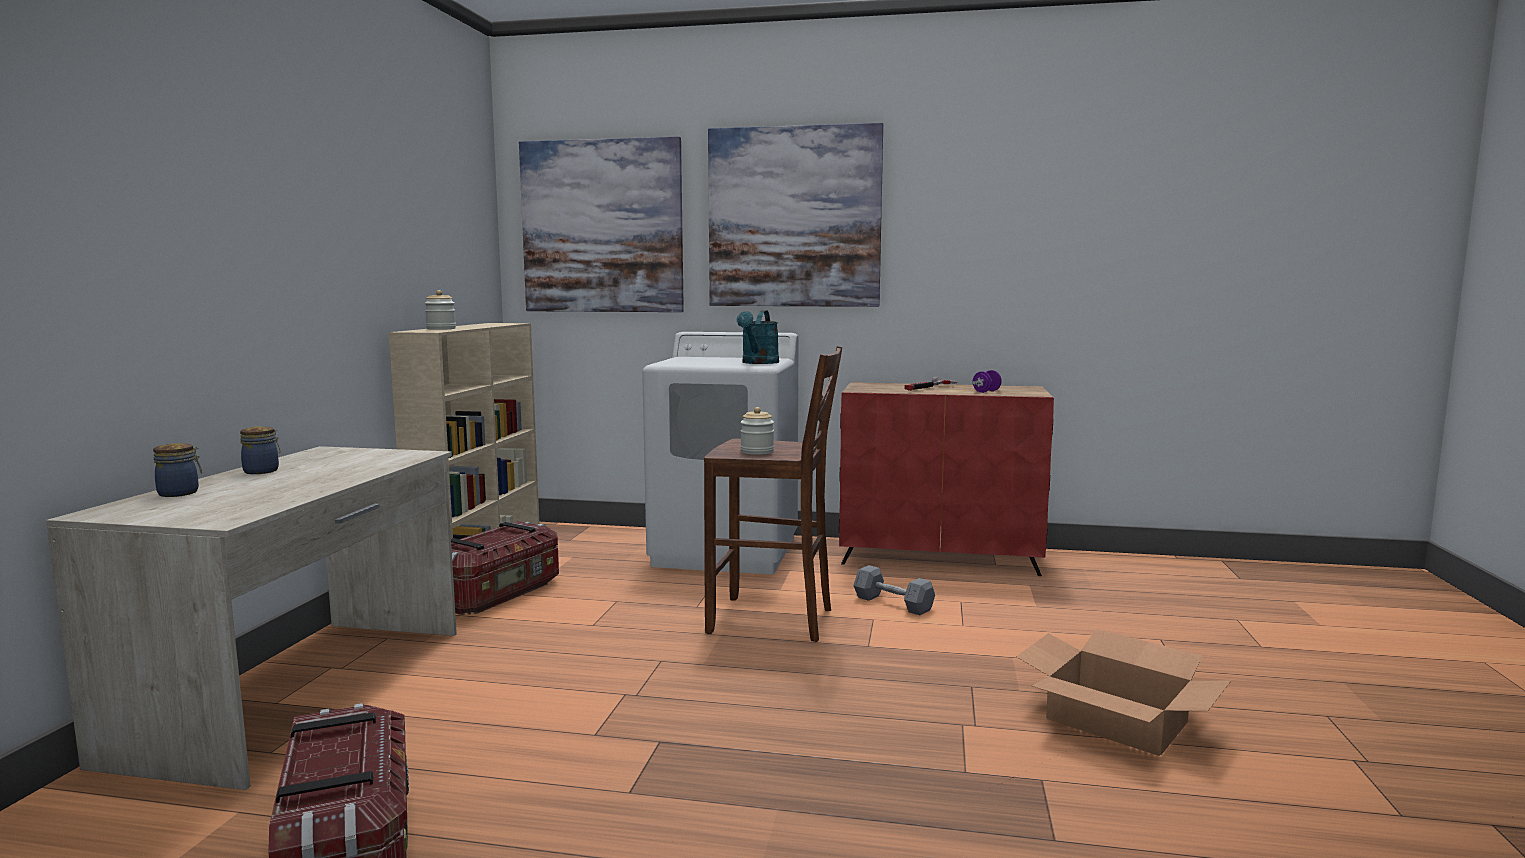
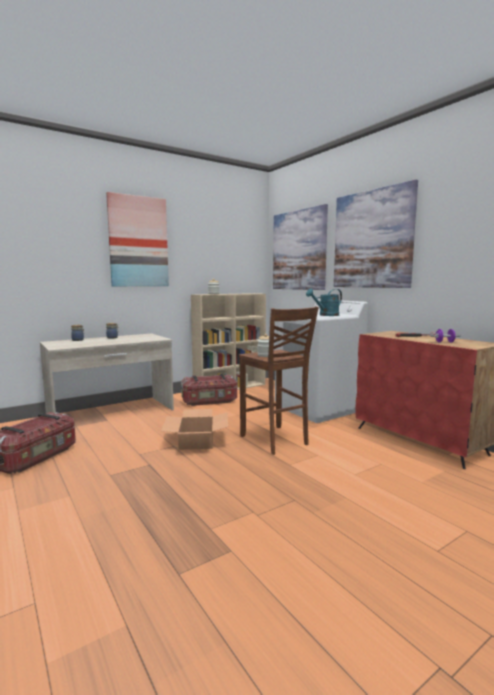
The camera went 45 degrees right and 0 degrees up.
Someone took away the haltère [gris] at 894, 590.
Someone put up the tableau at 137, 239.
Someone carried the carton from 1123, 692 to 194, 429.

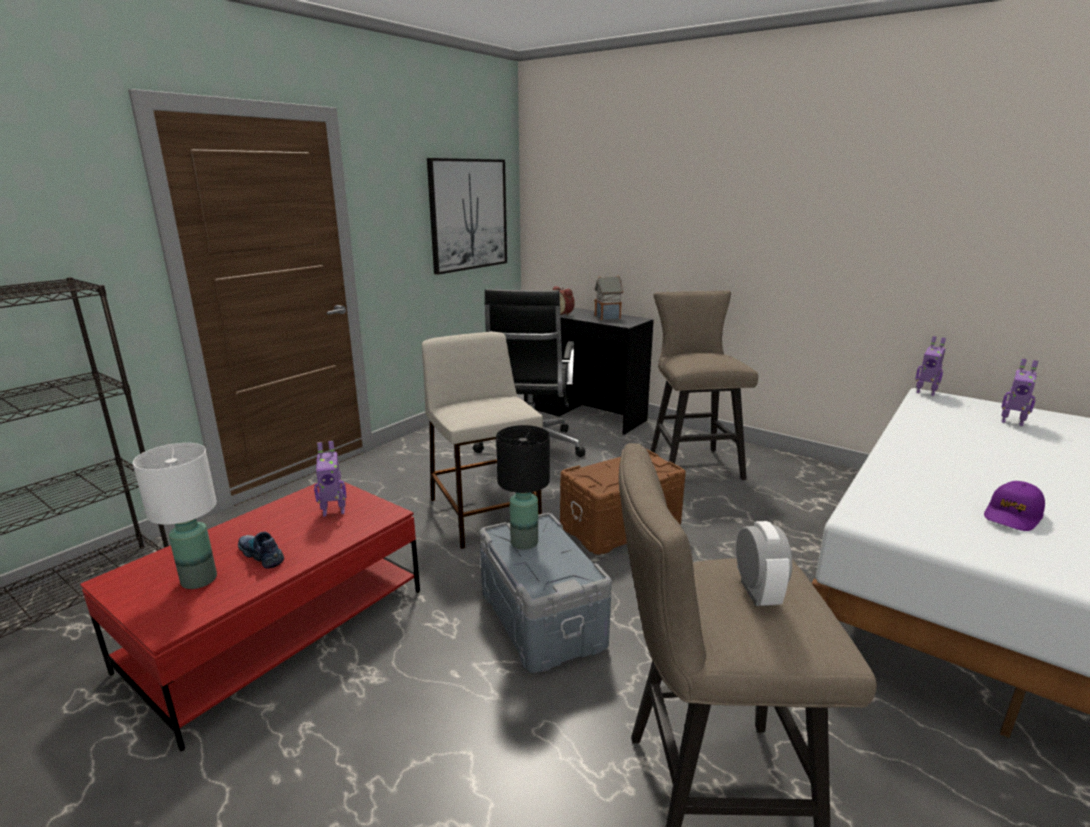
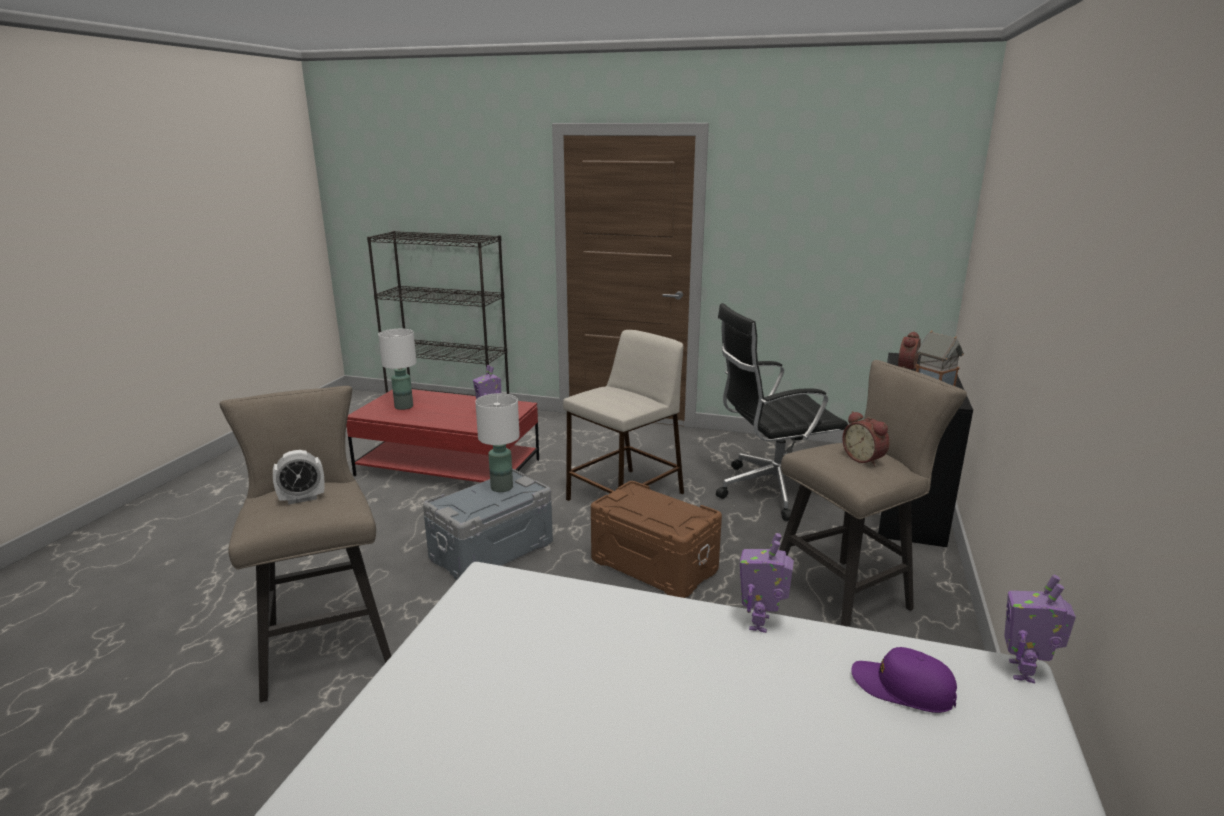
The camera went 70 degrees right and 0 degrees up.
Someone took away the chaussure at 261, 550.
Someone took away the tableau at 467, 216.
Someone put down the réveil at 866, 438.
Someone carried the casquette [violet] from 1014, 506 to 904, 680.
Someone carried the robot jouet from 1019, 392 to 767, 583.
Someone repainted the lampe de table [noir] at 523, 487, which became the lampe de table [blanc] at 497, 442.

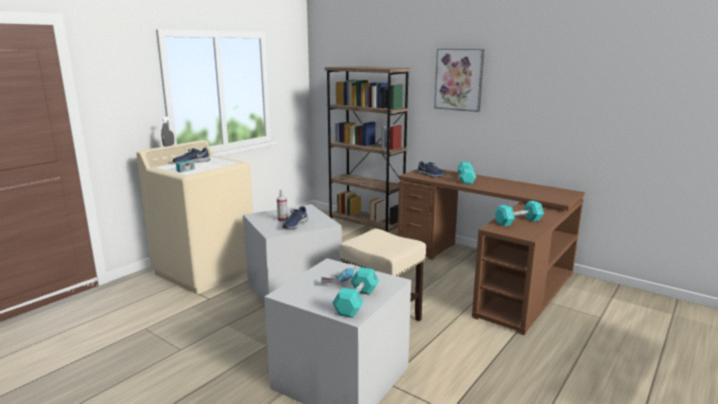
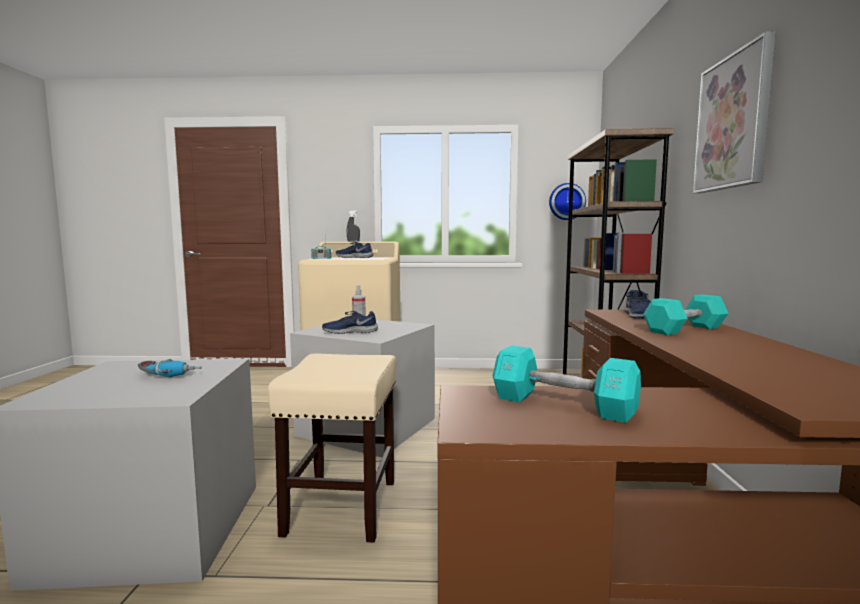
The camera went 55 degrees right and 10 degrees down.
Someone took away the haltère [turquoise] at 355, 292.
Someone put up the horloge murale at 567, 201.

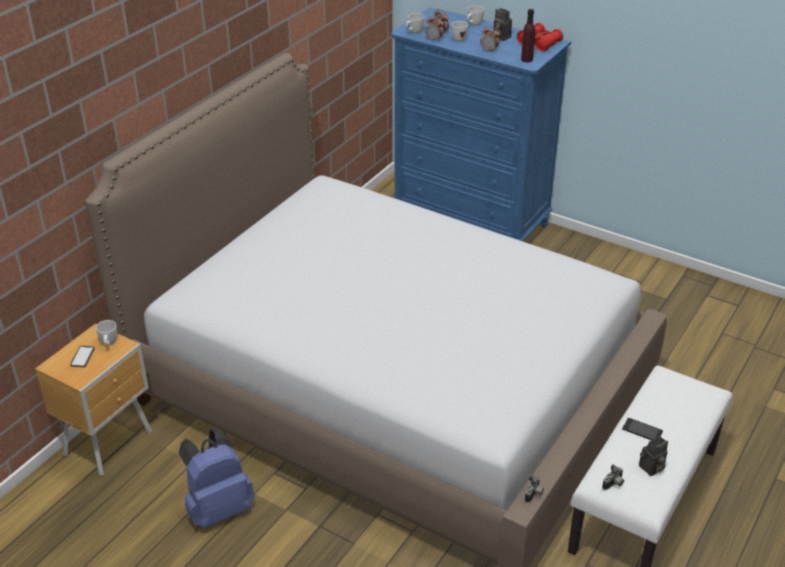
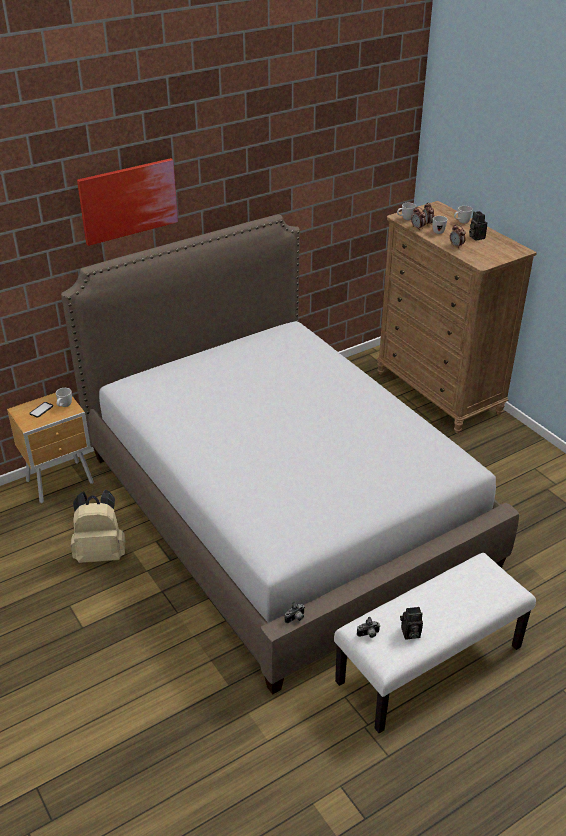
The camera went 25 degrees right and 0 degrees up.
Someone took away the jumelles [rouge] at 540, 37.
Someone took away the bouteille [violet] at 528, 35.
Someone took away the téléphone at 642, 429.
Someone put up the tableau at 127, 202.
Someone repainted the sac à dos [bleu] at 216, 478, which became the sac à dos [beige] at 98, 526.
Someone repainted the commode [bleu] at 481, 124, which became the commode [marron] at 457, 317.

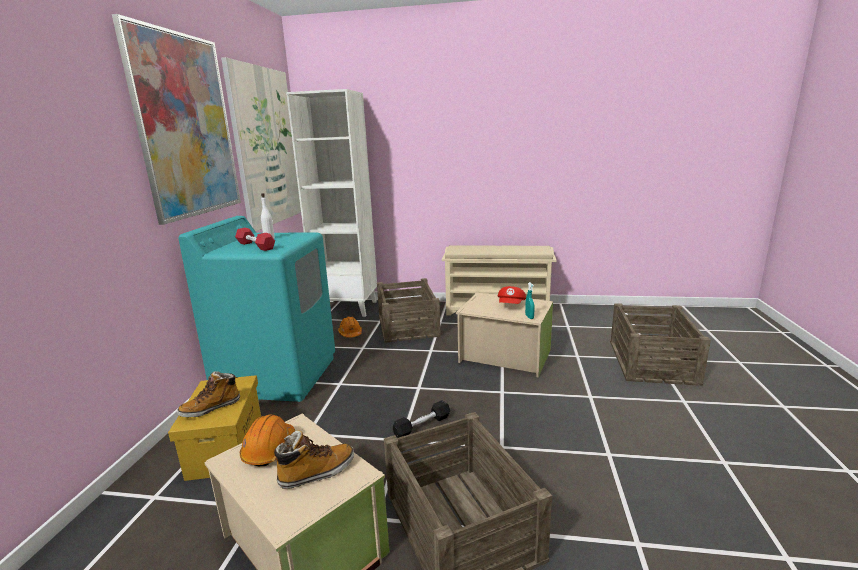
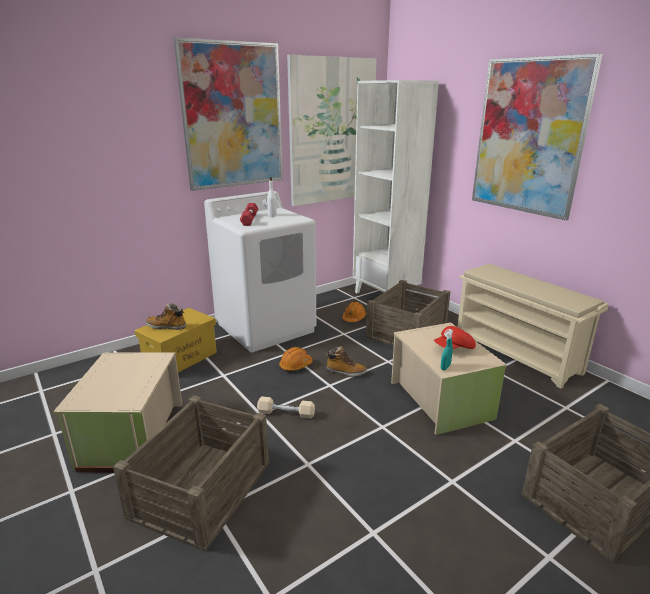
The camera went 45 degrees right and 5 degrees up.
Someone put up the tableau at 537, 137.
Someone carried the casque de chantier [orange] from 267, 440 to 296, 359.
Someone carried the botte from 313, 459 to 346, 362.
Someone repainted the lave-linge [turquoise] at 256, 309, which became the lave-linge [blanc] at 260, 271.
Someone repainted the haltère [noir] at 421, 419, which became the haltère [beige] at 286, 407.

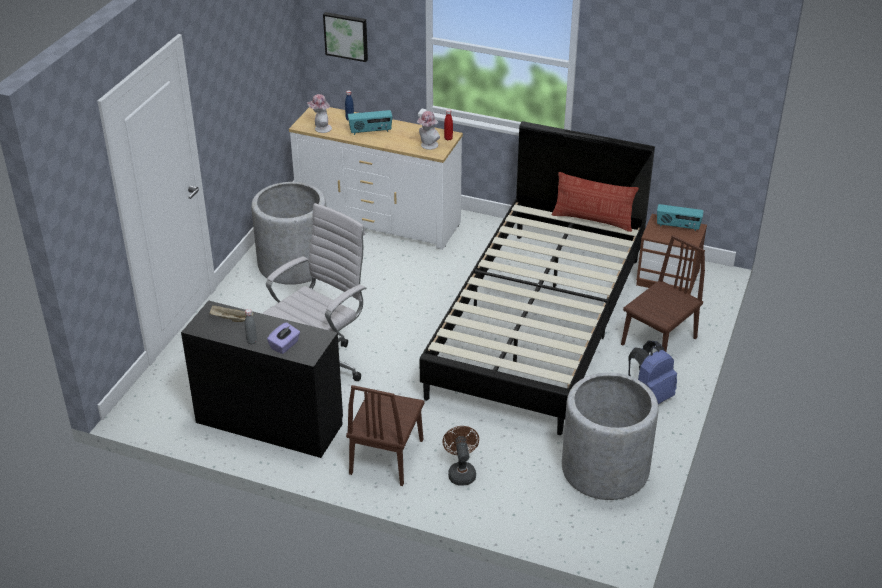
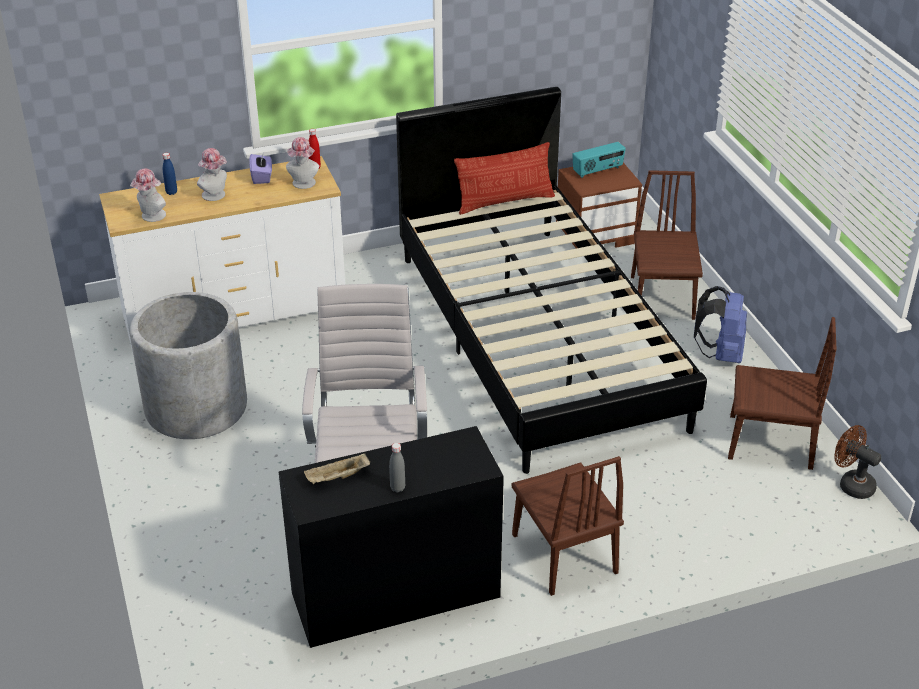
The camera went 40 degrees left and 0 degrees up.
Someone took away the tableau at 345, 37.
Someone carried the boîte à mouchoirs [violet] from 283, 338 to 260, 169.
Someone carried the ventilateur [marron] from 460, 456 to 857, 462.
Someone swapped the radio at 370, 122 for the chapeau at 212, 174.
Someone swapped the cache-pot [gris] at 610, 436 for the chaise [marron] at 782, 393.

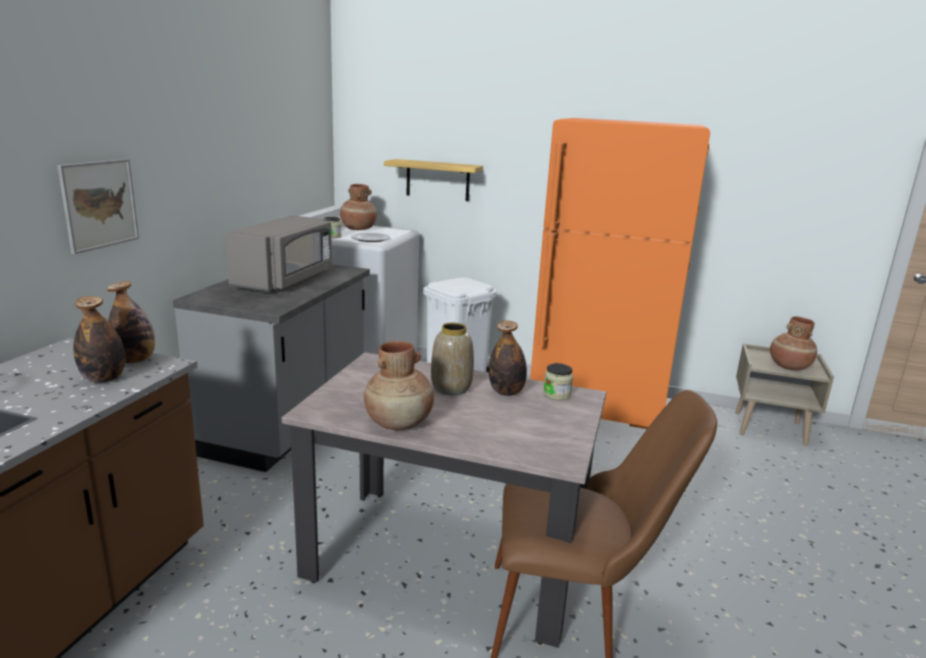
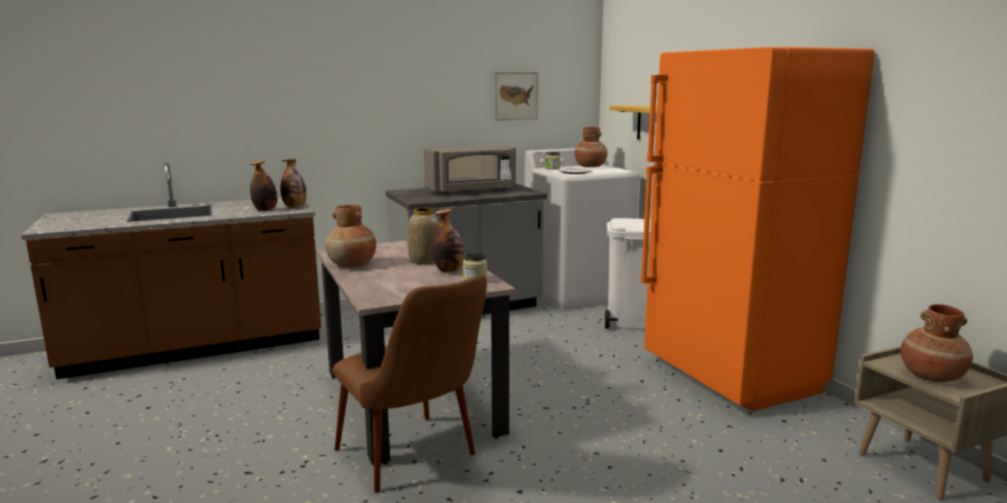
The camera went 50 degrees right and 5 degrees down.
Someone carried the tableau from 98, 206 to 516, 96.

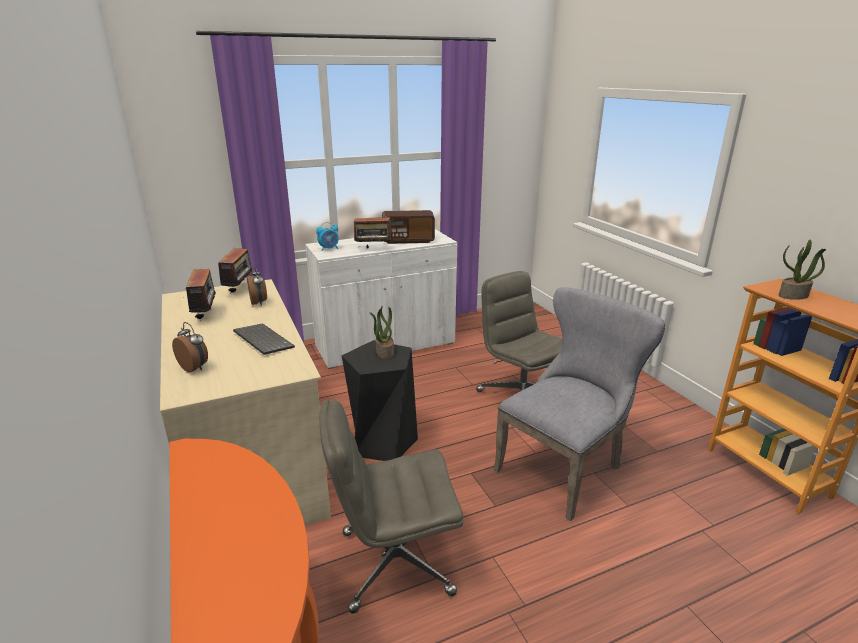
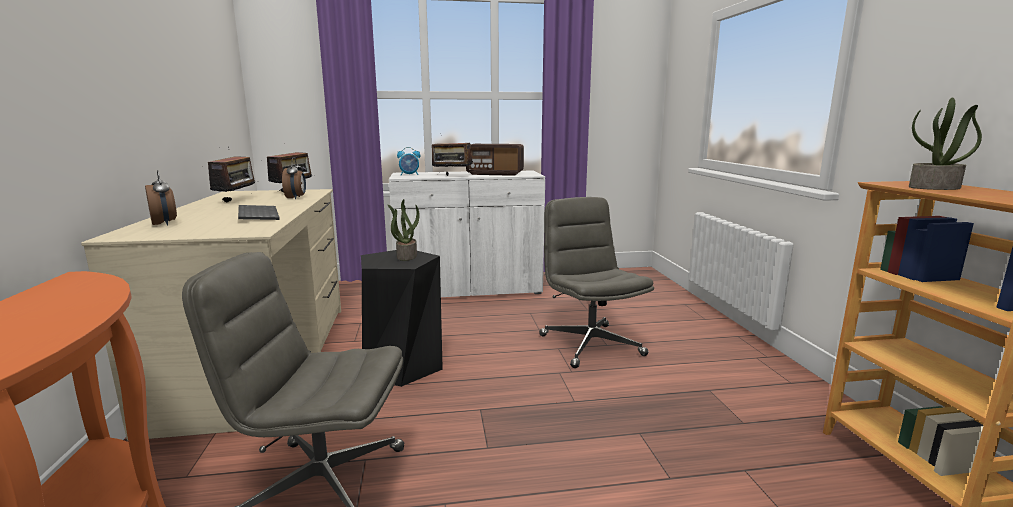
The camera went 15 degrees right and 10 degrees down.
Someone took away the chaise [gris] at 579, 404.

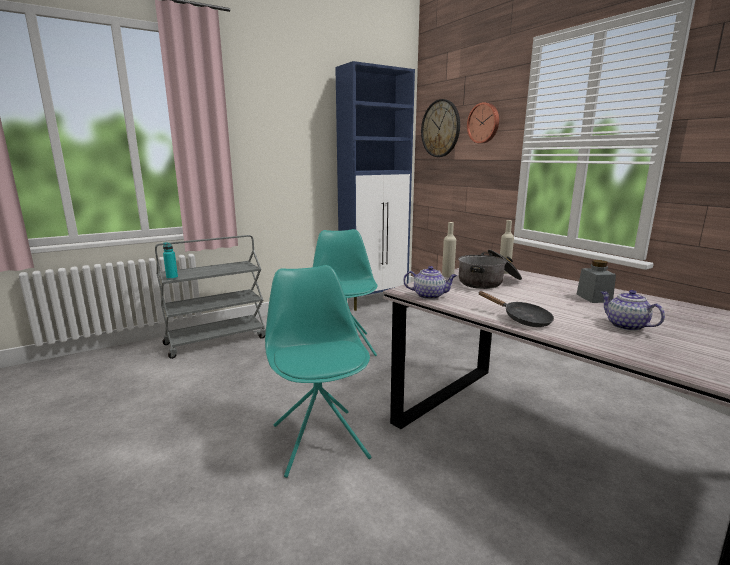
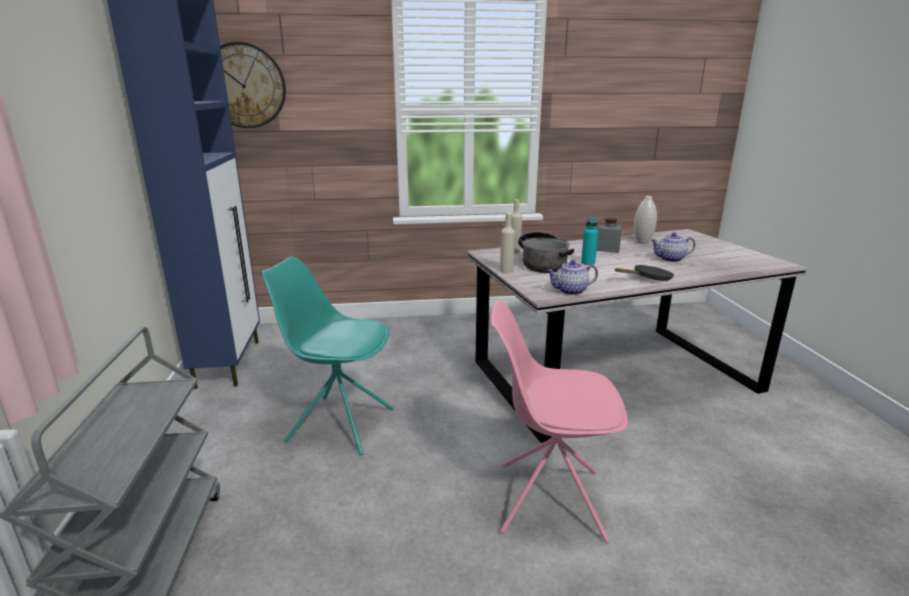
The camera went 65 degrees left and 5 degrees up.
Someone took away the horloge murale at 483, 122.
Someone put down the vase [blanc] at 645, 220.
Someone carried the bouteille [turquoise] from 170, 261 to 589, 241.
Someone repainted the chaise [turquoise] at 318, 371, which became the chaise [rose] at 559, 422.
Someone rotated the théière at 430, 282 by 135 degrees counterclockwise.

